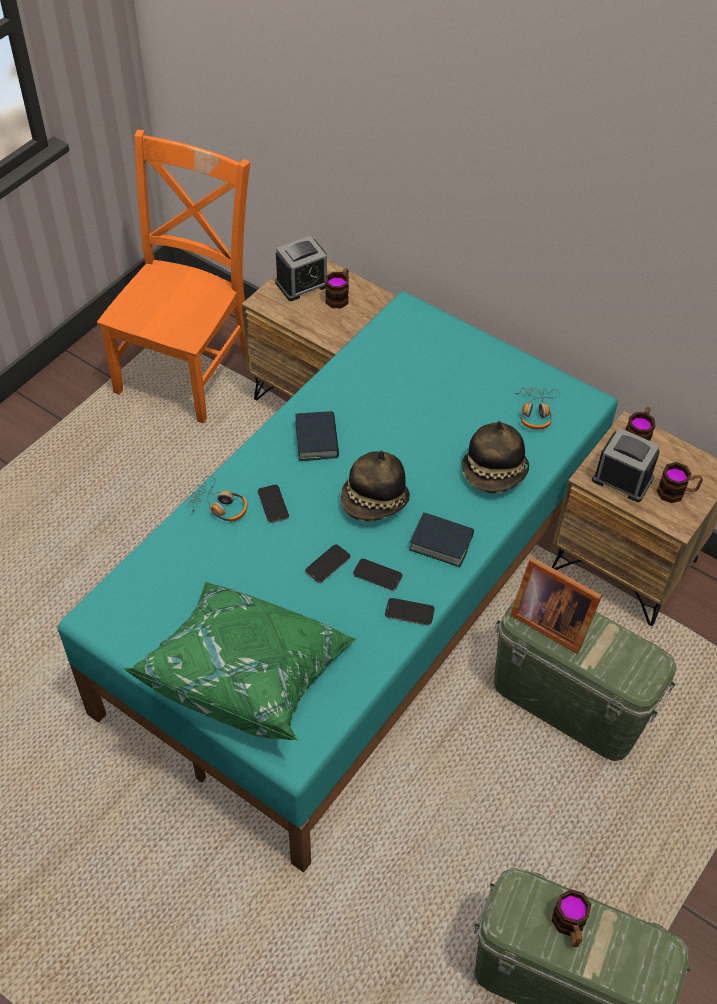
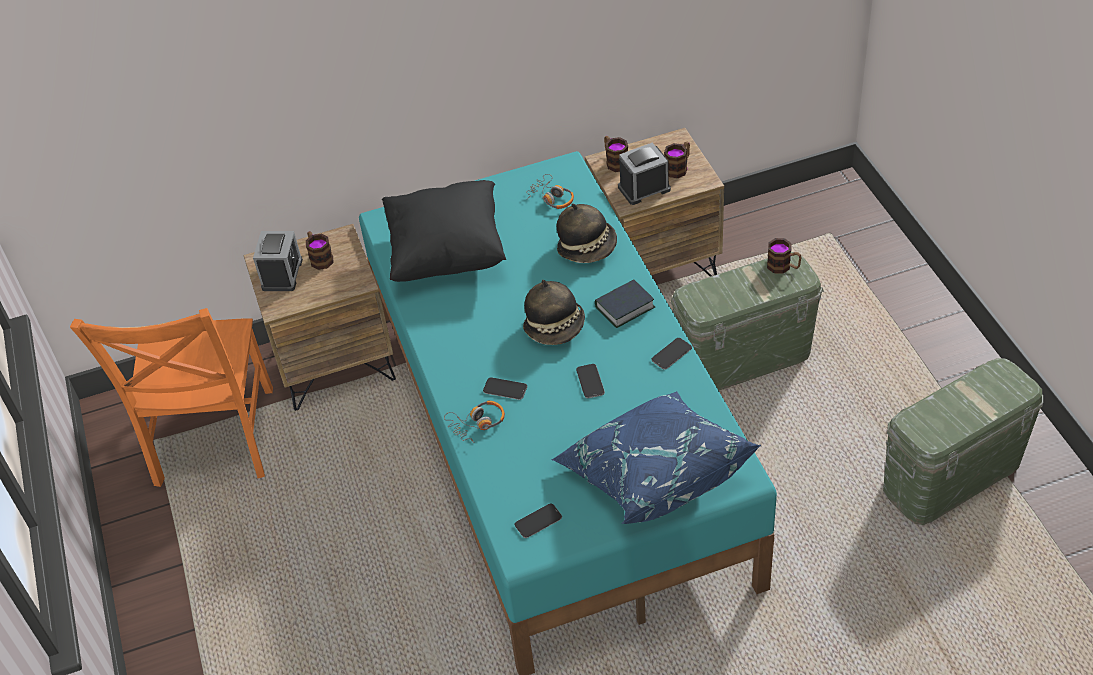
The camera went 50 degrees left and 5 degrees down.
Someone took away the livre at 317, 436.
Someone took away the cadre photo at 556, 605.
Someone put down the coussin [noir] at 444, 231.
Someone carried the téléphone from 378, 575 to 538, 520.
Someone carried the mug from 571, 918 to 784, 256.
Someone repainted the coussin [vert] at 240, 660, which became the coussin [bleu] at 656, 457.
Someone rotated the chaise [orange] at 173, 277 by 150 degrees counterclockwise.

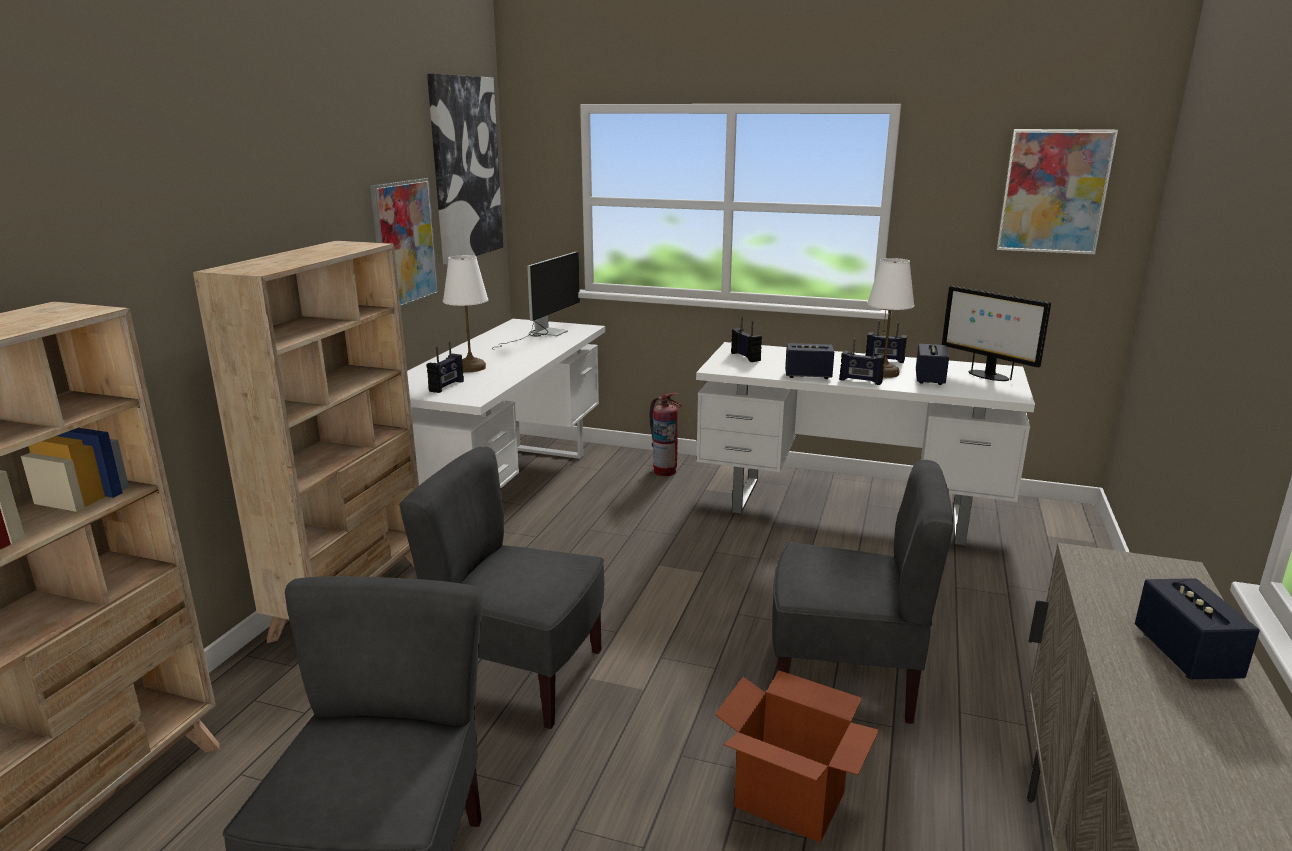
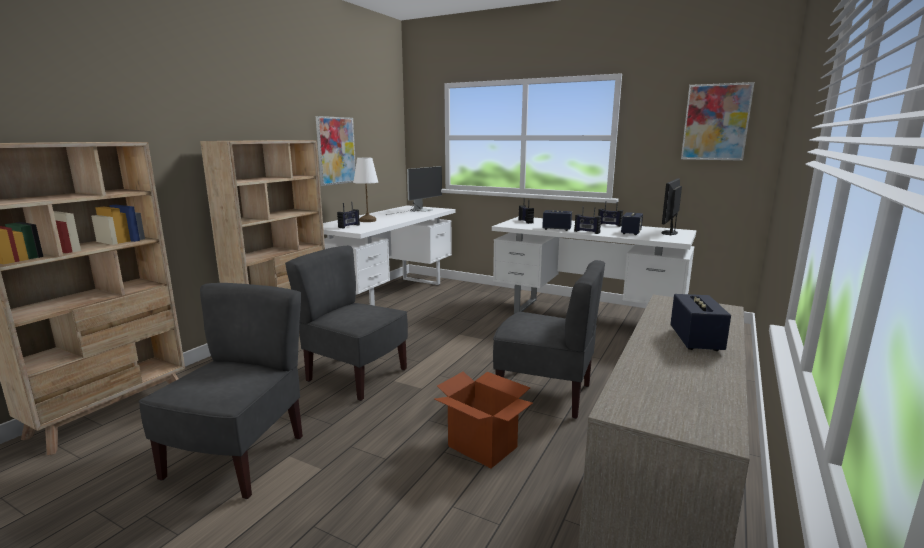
The camera went 10 degrees right and 5 degrees down.
Someone took away the tableau at 465, 169.
Someone took away the extincteur at 665, 434.
Someone took away the lampe de table [blanc] at 890, 318.
Someone rotated the écran d'ordinateur at 996, 333 by 60 degrees clockwise.

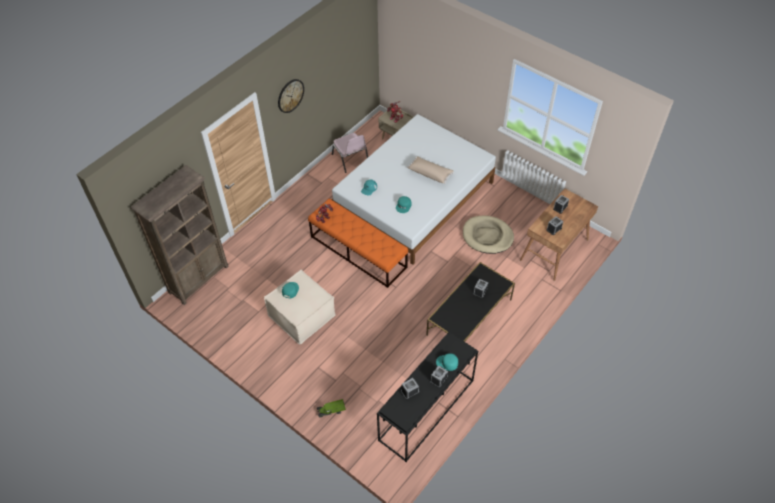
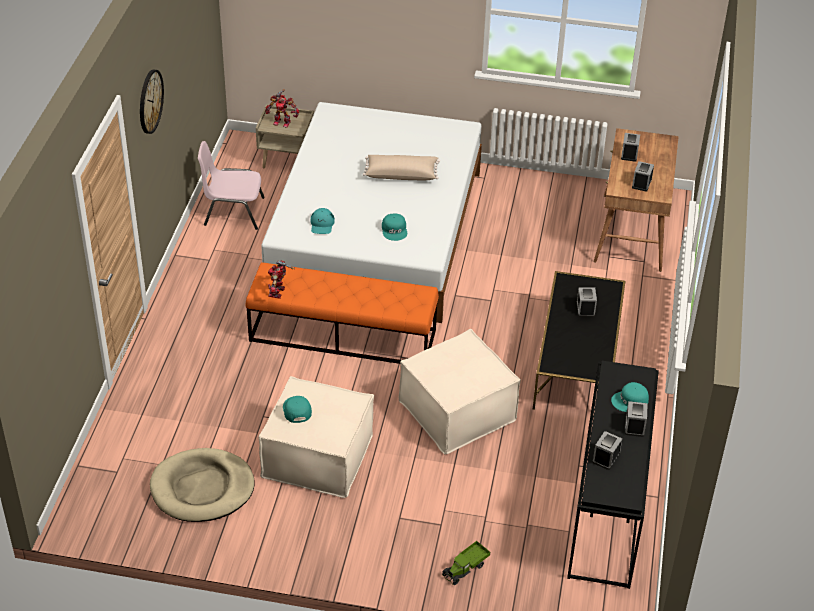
The camera went 30 degrees left and 10 degrees down.
Someone took away the bibliothèque [marron] at 179, 235.
Someone put down the pouf [beige] at 460, 391.
Someone carried the panier pour chien [beige] from 488, 234 to 202, 485.
Someone rotated the chaise [rose] at 350, 153 by 150 degrees clockwise.

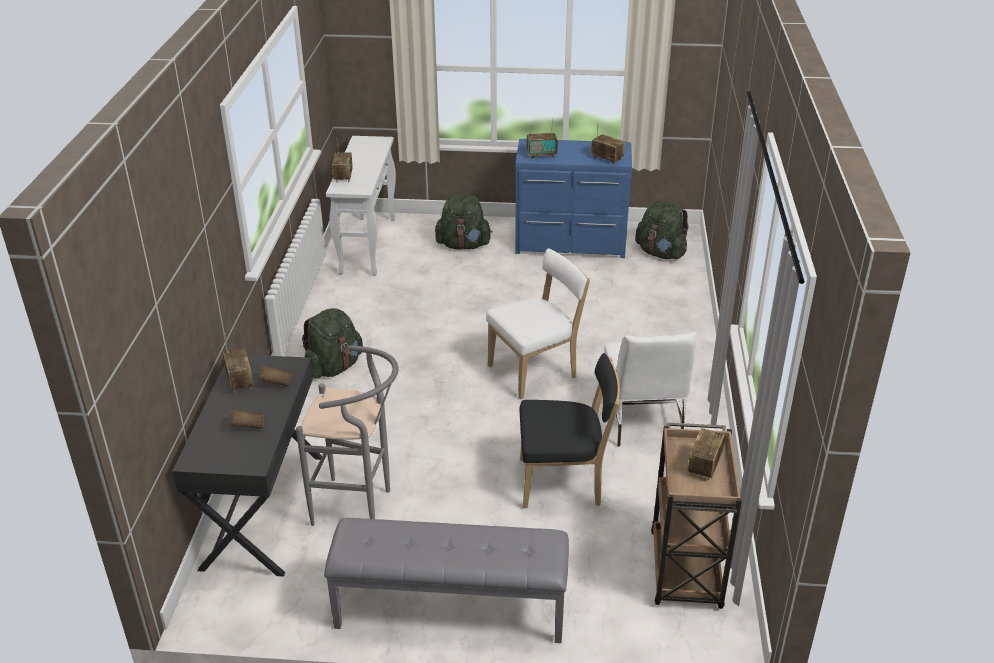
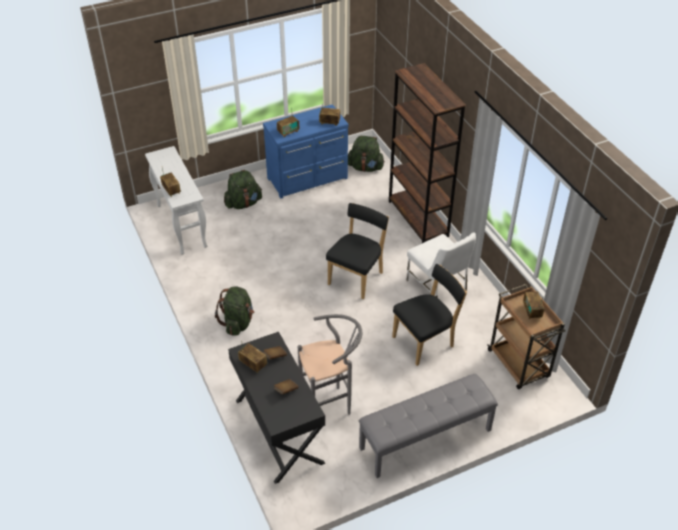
The camera went 30 degrees left and 10 degrees up.
Someone put down the bibliothèque [marron] at 427, 153.
Someone repainted the chaise [blanc] at 538, 323, which became the chaise [noir] at 357, 251.

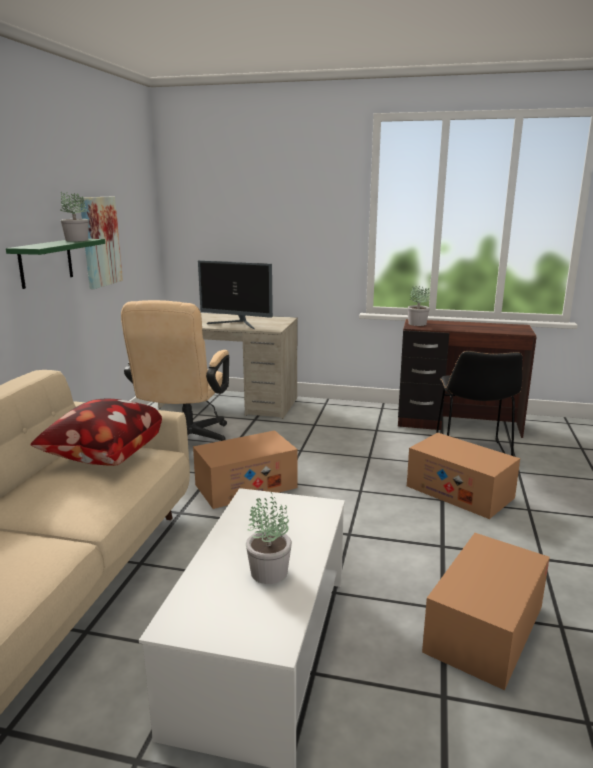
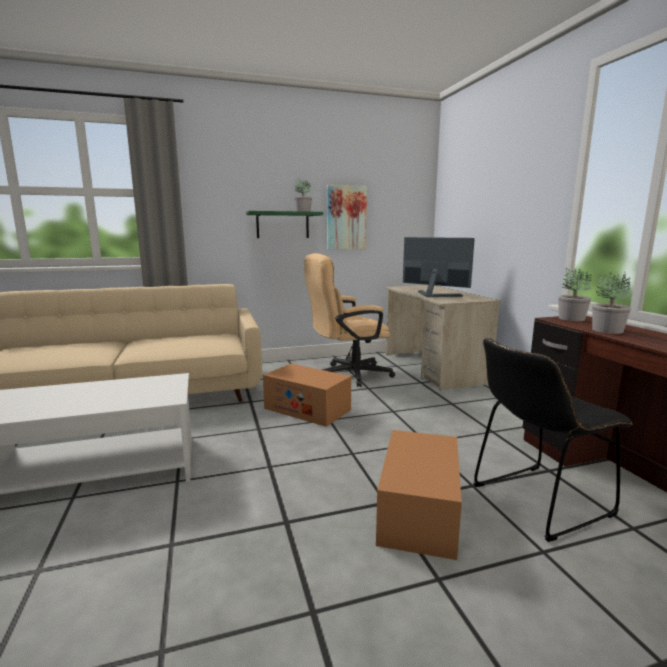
The camera went 60 degrees right and 5 degrees down.
Someone took away the coussin at 96, 432.
Someone took away the carton at 486, 611.
Someone carried the plante en pot from 269, 538 to 611, 302.
Someone rotated the écran d'ordinateur at 235, 294 by 135 degrees clockwise.

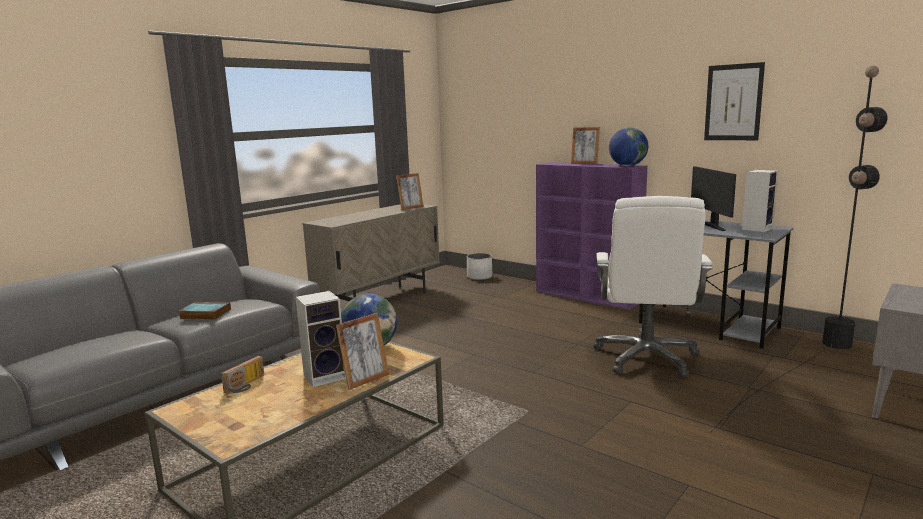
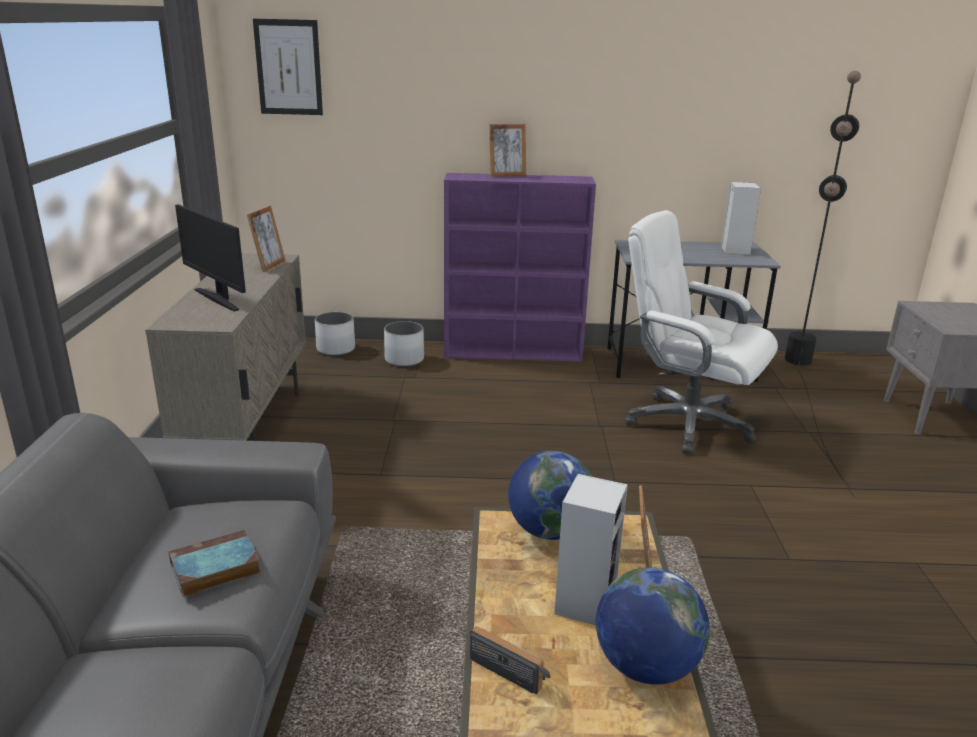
The camera went 40 degrees left and 10 degrees up.
Someone put down the cache-pot [blanc] at 404, 344.
Someone carried the globe from 628, 147 to 653, 626.
Someone carried the écran d'ordinateur from 713, 198 to 210, 257.
Someone carried the tableau from 734, 101 to 288, 67.
Someone rotated the radio at 242, 375 by 45 degrees counterclockwise.
Someone rotated the chaise de bureau [blanc] at 653, 287 by 150 degrees clockwise.

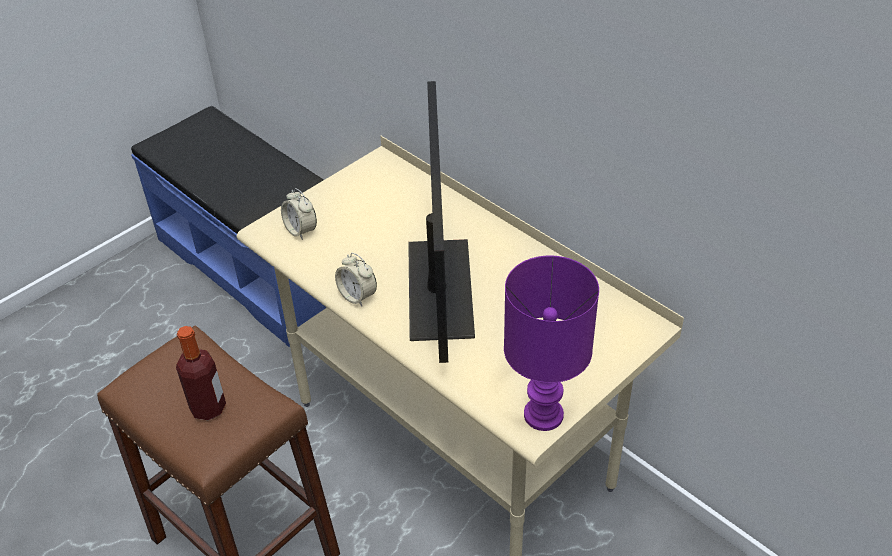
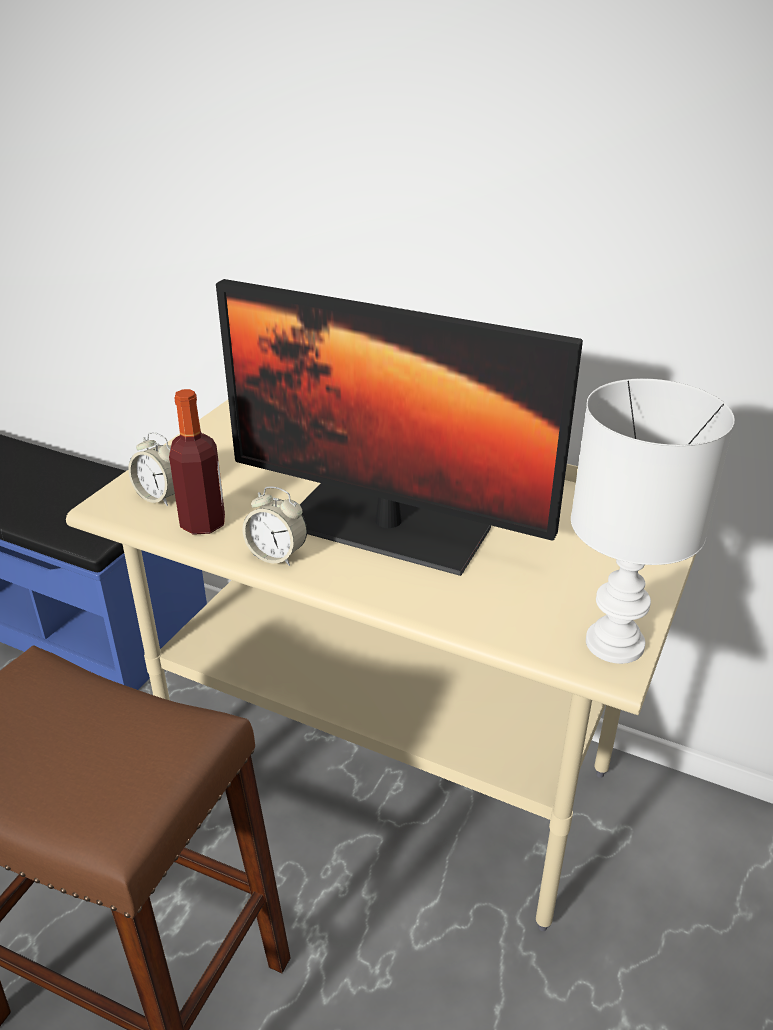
The camera went 20 degrees left and 10 degrees down.
Someone carried the bouteille from 201, 373 to 197, 462.
Someone repainted the lampe de table [violet] at 551, 343, which became the lampe de table [blanc] at 653, 521.
Someone rotated the écran d'ordinateur at 441, 222 by 135 degrees clockwise.

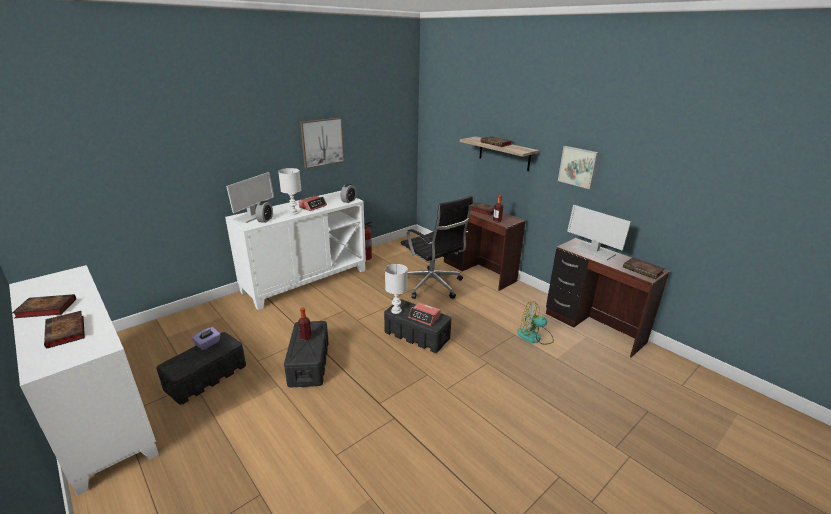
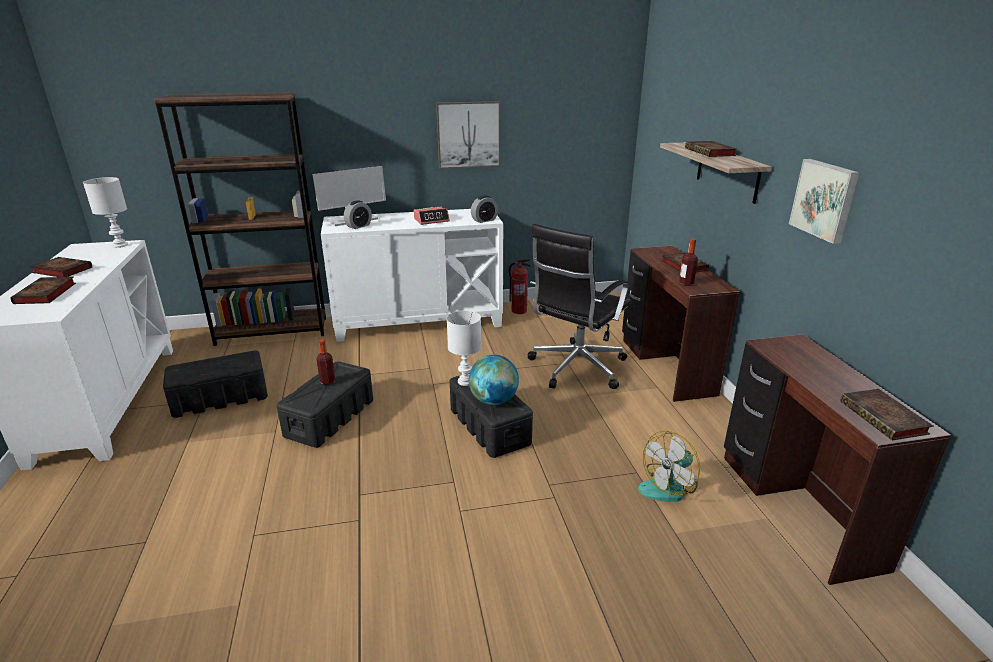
The camera went 30 degrees right and 0 degrees up.
Someone took away the boîte à mouchoirs [violet] at 206, 338.
Someone took away the écran d'ordinateur at 599, 233.
Someone put down the bibliothèque [marron] at 240, 219.
Someone carried the lampe de table [blanc] from 289, 191 to 105, 212.
Someone swapped the réveil at 424, 314 for the globe at 494, 380.
Someone rotated the chaise de bureau [noir] at 437, 247 by 45 degrees clockwise.
Someone rotated the ventilateur at 535, 323 by 75 degrees counterclockwise.

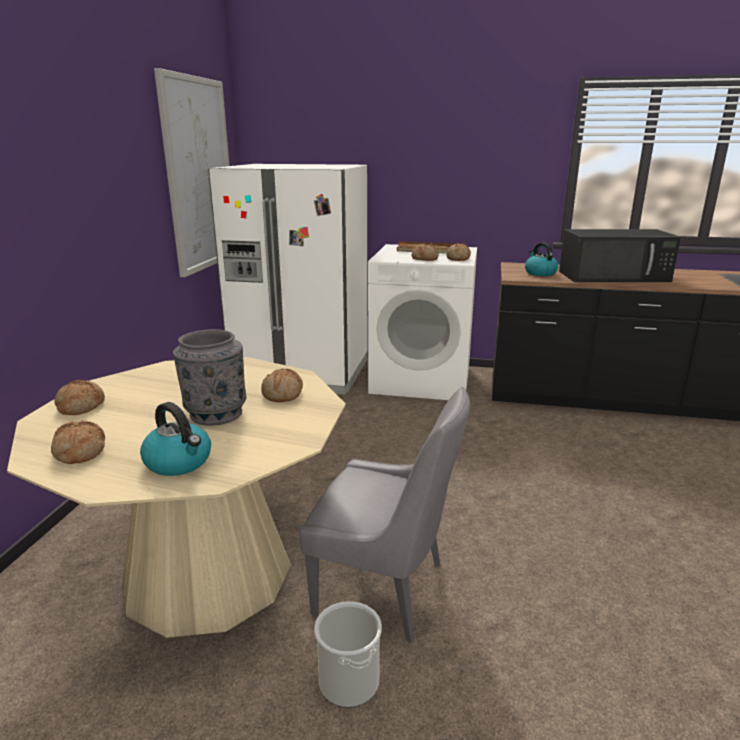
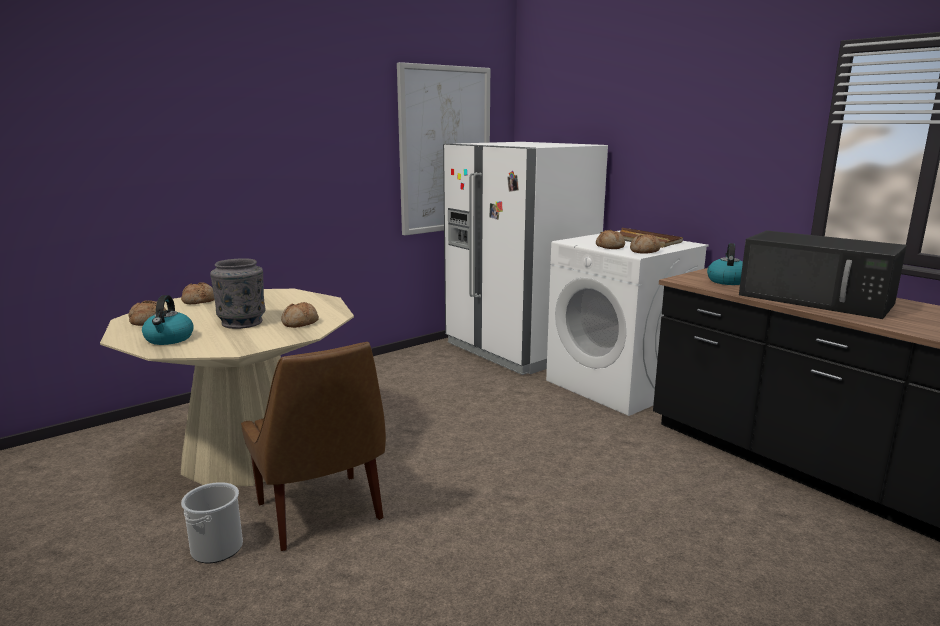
The camera went 40 degrees right and 5 degrees down.
Someone repainted the chaise [gris] at 384, 515, which became the chaise [marron] at 313, 446.

